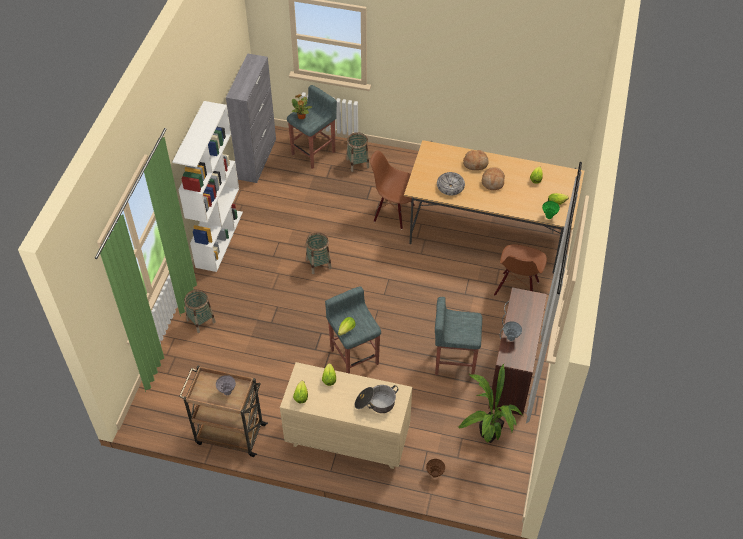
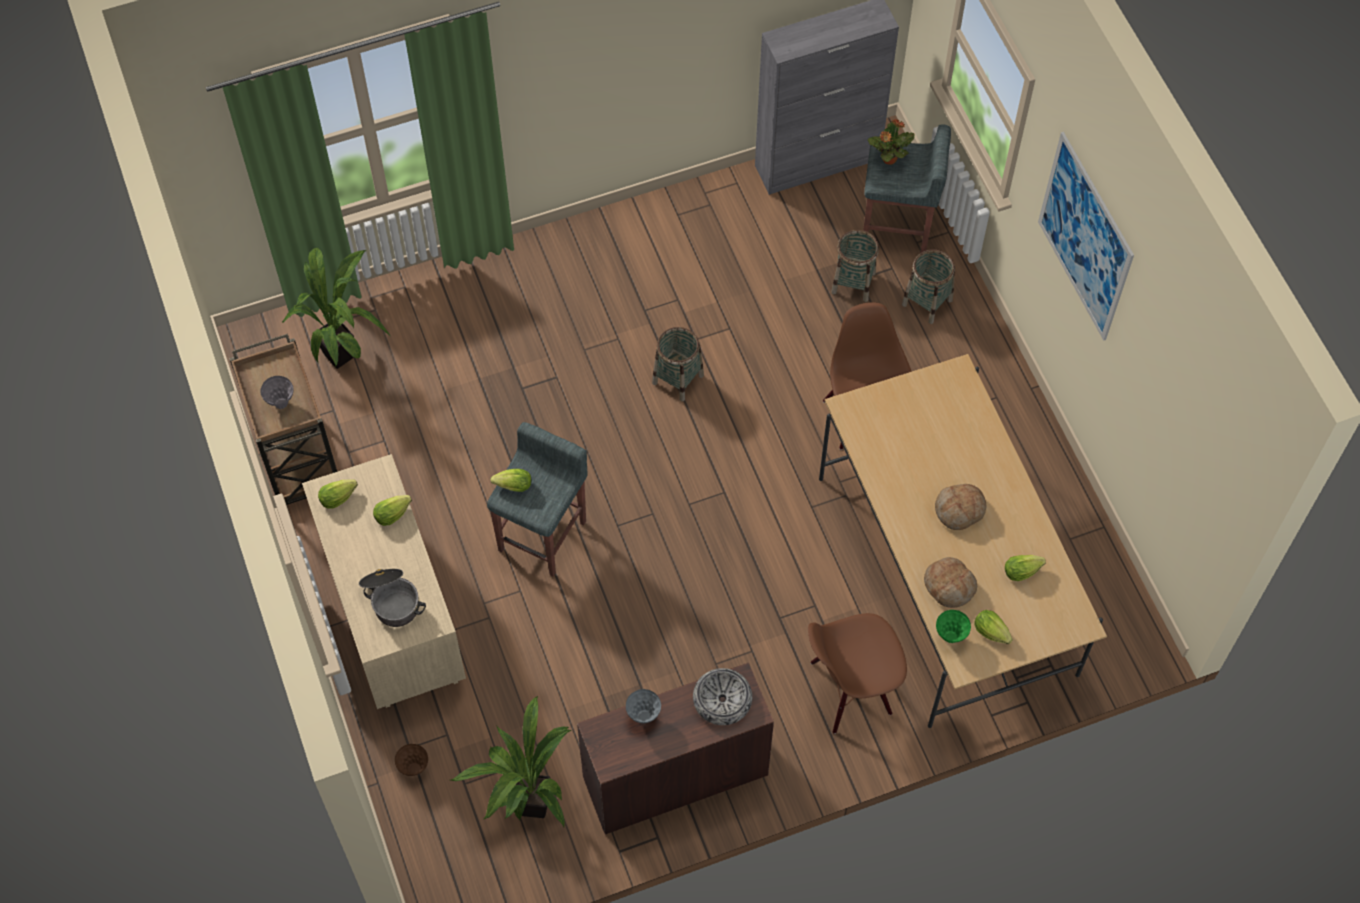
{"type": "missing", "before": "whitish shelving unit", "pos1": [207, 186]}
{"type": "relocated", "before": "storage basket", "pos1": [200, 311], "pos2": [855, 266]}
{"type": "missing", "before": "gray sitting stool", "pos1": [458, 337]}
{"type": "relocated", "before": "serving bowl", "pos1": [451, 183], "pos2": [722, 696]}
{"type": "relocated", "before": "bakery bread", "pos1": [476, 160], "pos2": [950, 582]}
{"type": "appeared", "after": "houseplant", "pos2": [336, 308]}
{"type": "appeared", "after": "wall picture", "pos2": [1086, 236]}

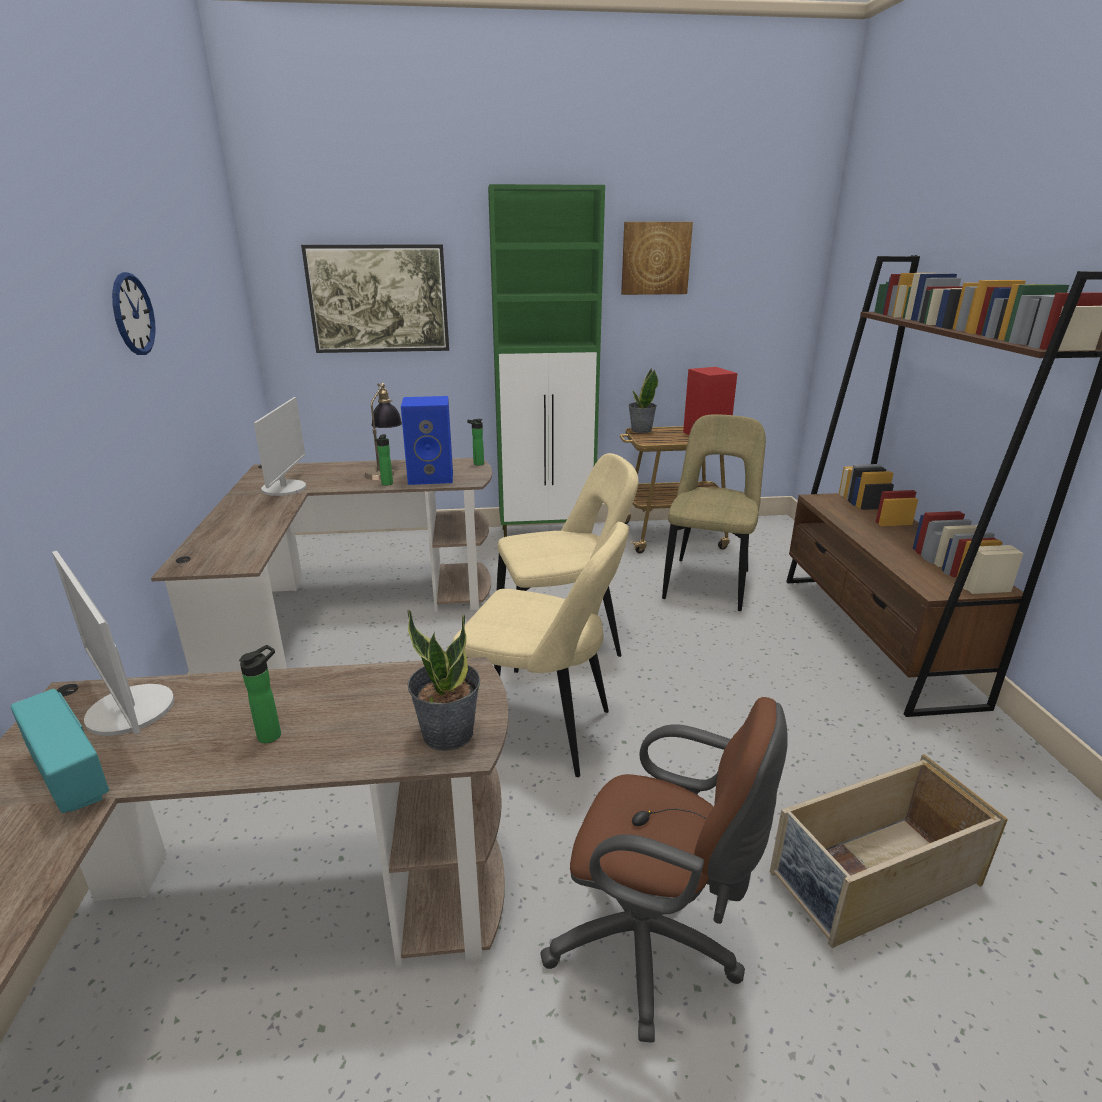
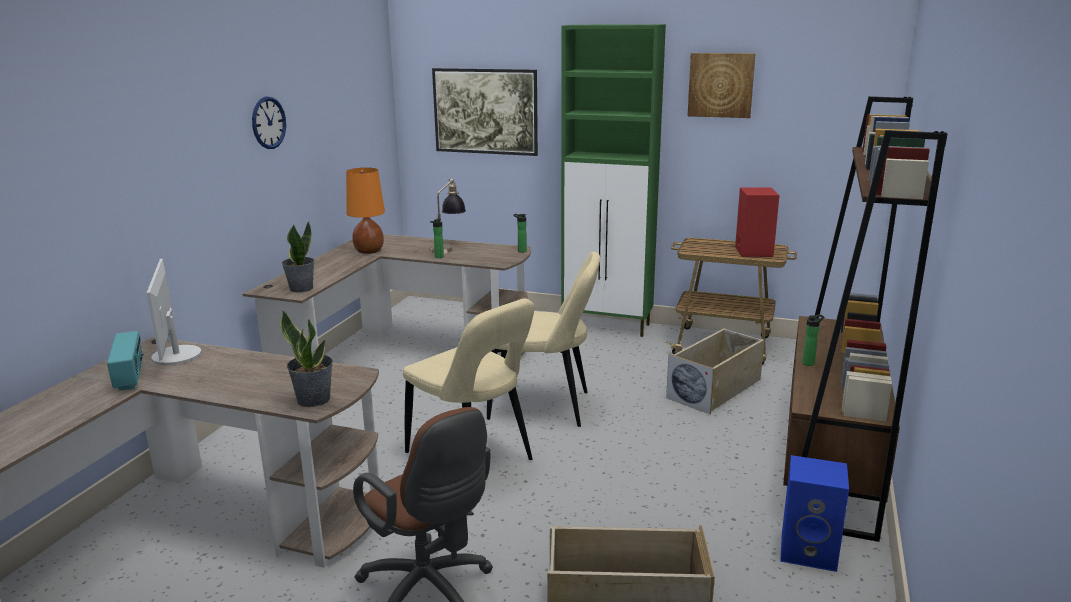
{"type": "relocated", "before": "drink bottle", "pos1": [260, 694], "pos2": [813, 340]}
{"type": "exchanged", "before": "monitor", "after": "orange tabletop lamp", "pos1": [280, 446], "pos2": [365, 211]}
{"type": "relocated", "before": "blue-coloured speaker", "pos1": [427, 440], "pos2": [814, 513]}
{"type": "relocated", "before": "houseplant", "pos1": [643, 400], "pos2": [298, 257]}
{"type": "exchanged", "before": "beige upright chair", "after": "beige storage container", "pos1": [714, 512], "pos2": [715, 371]}

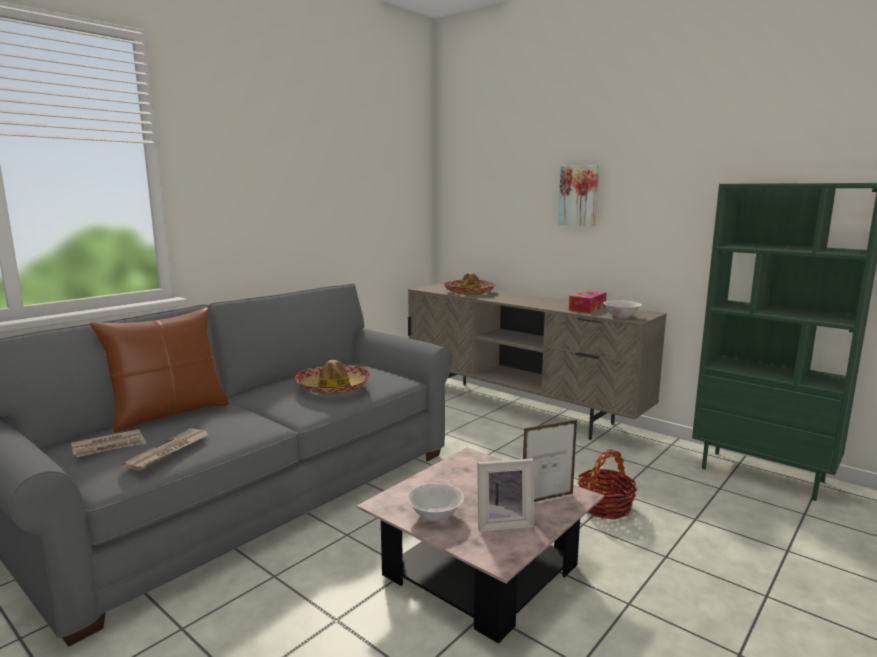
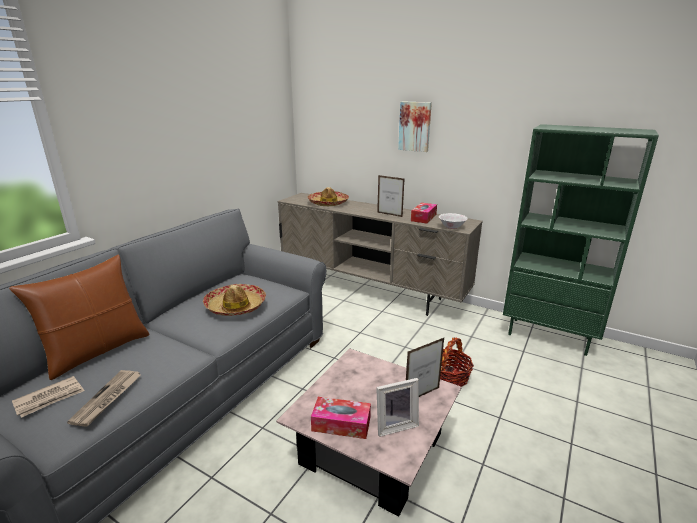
{"type": "exchanged", "before": "whitish serving bowl", "after": "tissue holder", "pos1": [435, 502], "pos2": [341, 418]}
{"type": "appeared", "after": "picture frame", "pos2": [390, 196]}

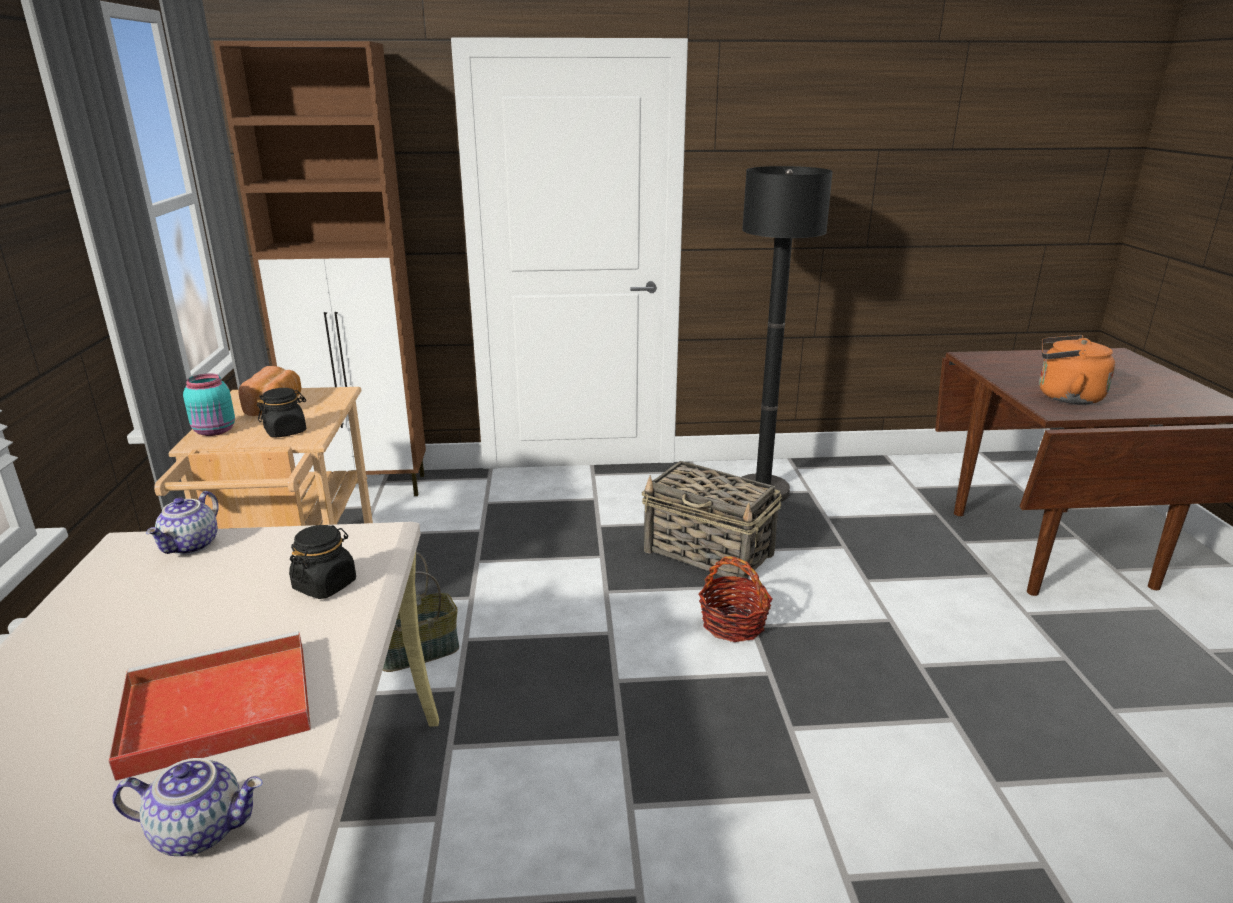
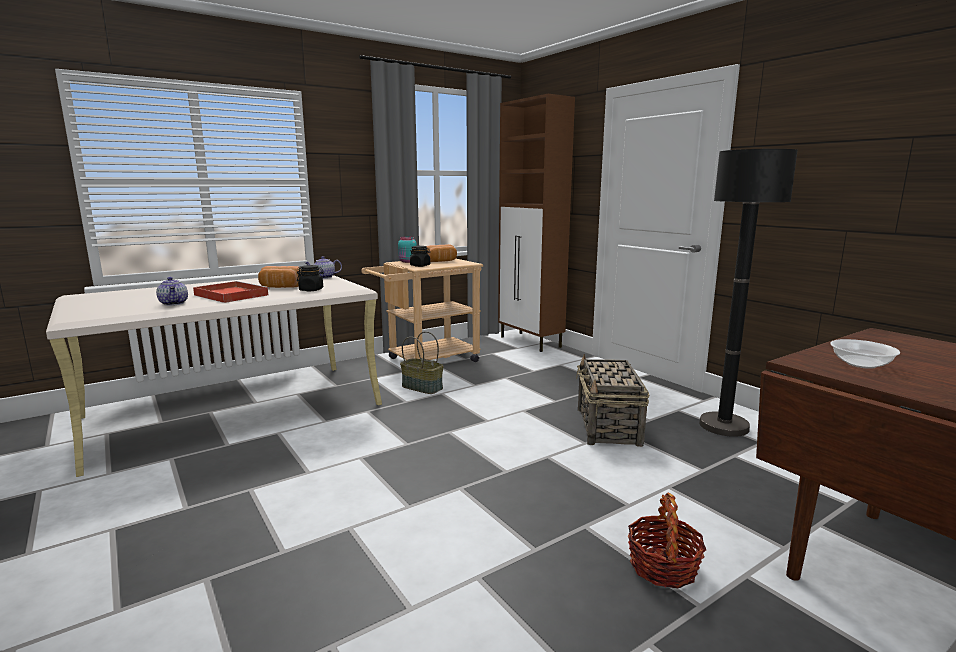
{"type": "relocated", "before": "storage basket", "pos1": [736, 599], "pos2": [667, 541]}
{"type": "exchanged", "before": "orange kettle", "after": "serving bowl", "pos1": [1077, 369], "pos2": [865, 354]}
{"type": "appeared", "after": "bakery bread", "pos2": [279, 277]}

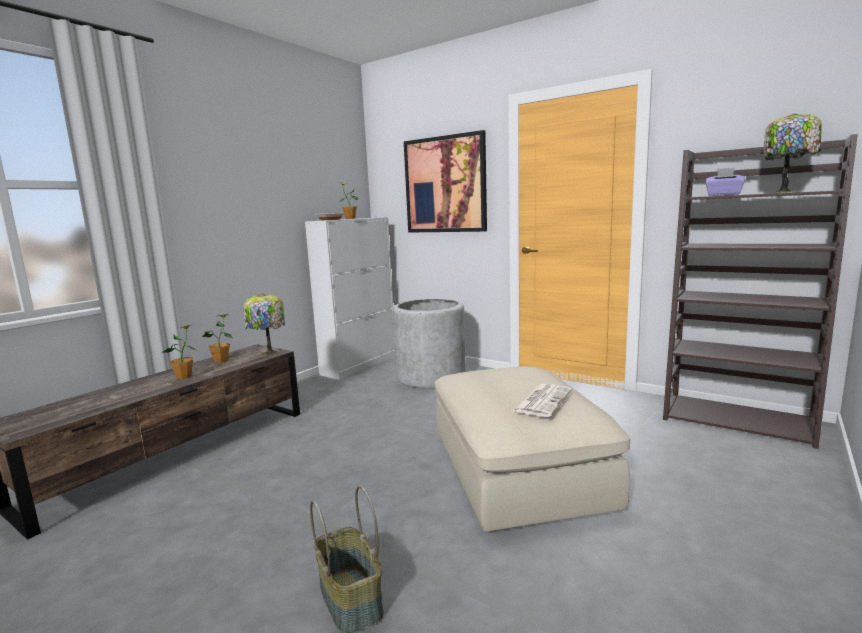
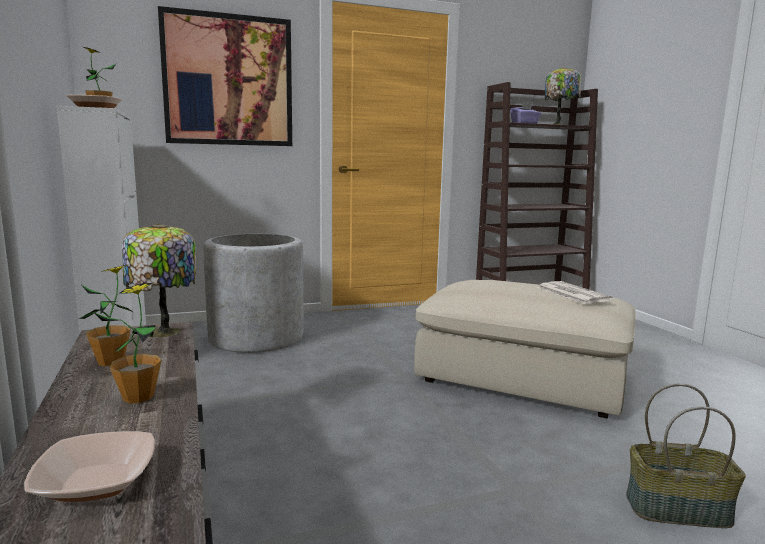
{"type": "appeared", "after": "serving bowl", "pos2": [89, 466]}

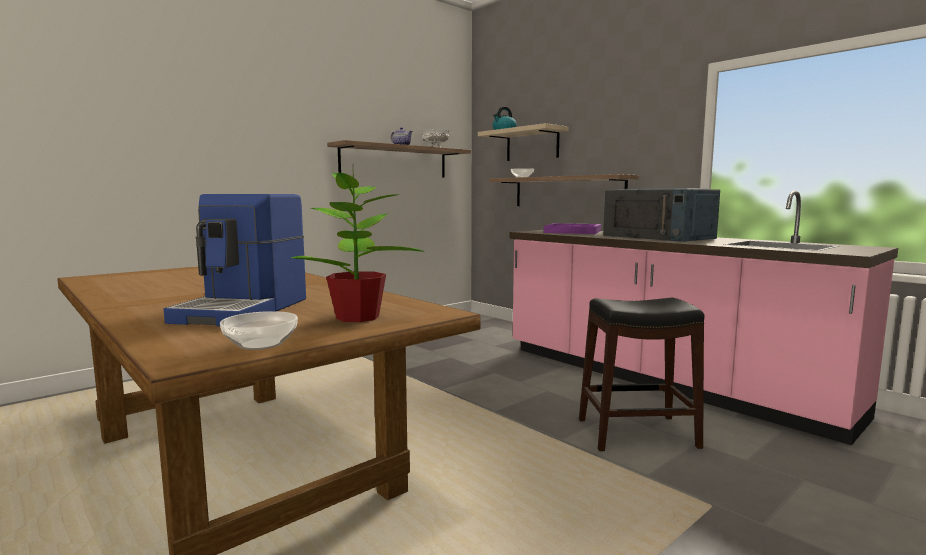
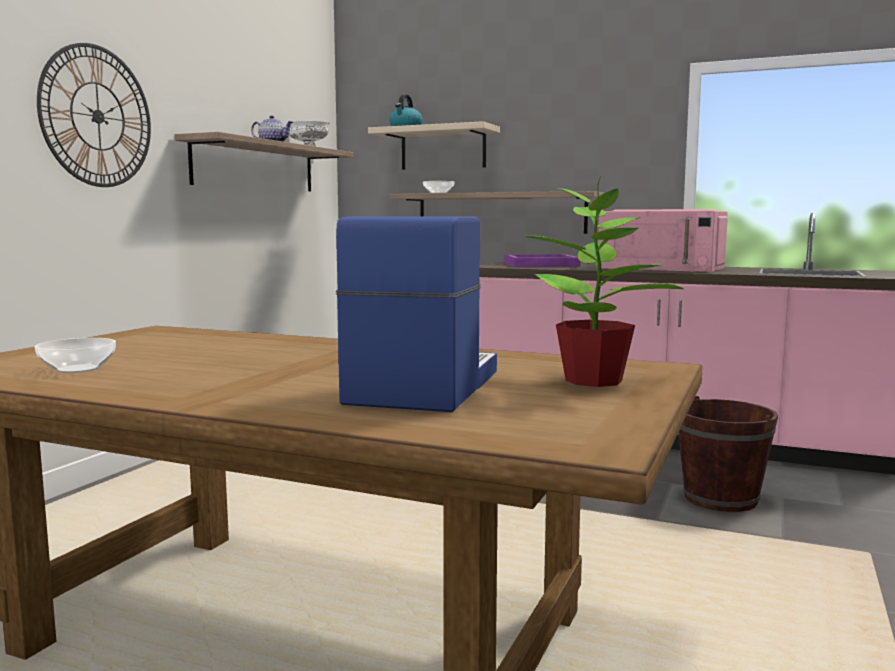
{"type": "spun", "before": "coffee brewer", "pos1": [235, 260], "pos2": [416, 314], "turn": -150}
{"type": "relocated", "before": "serving bowl", "pos1": [259, 330], "pos2": [75, 355]}
{"type": "exchanged", "before": "blackish sitting stool", "after": "brown water bucket", "pos1": [641, 374], "pos2": [728, 454]}
{"type": "colour", "before": "blue-coloured microwave", "after": "pinkish microwave", "pos1": [661, 215], "pos2": [663, 240]}
{"type": "appeared", "after": "clock on the wall", "pos2": [94, 115]}

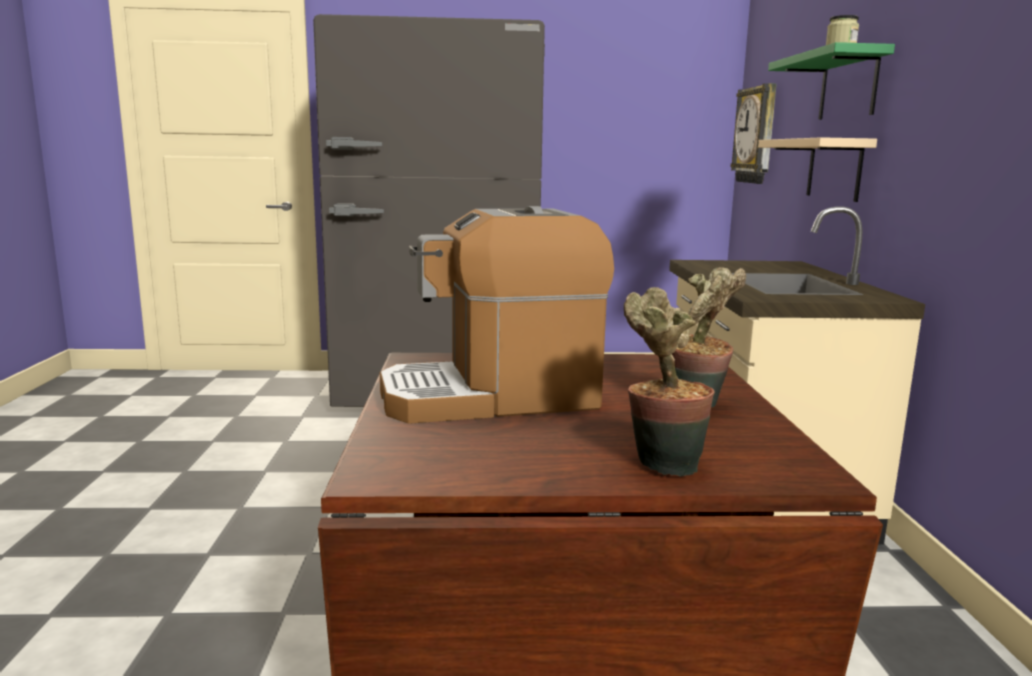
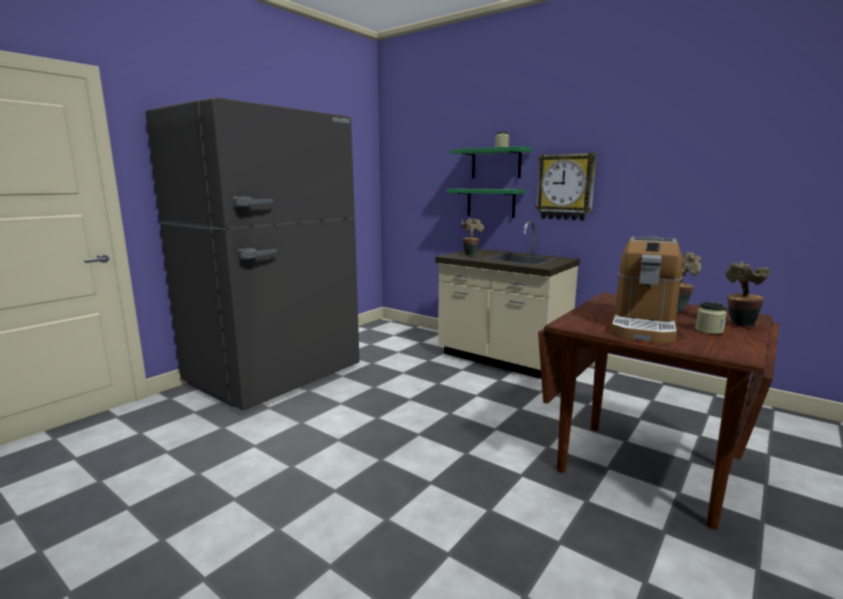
{"type": "relocated", "before": "clock on the wall", "pos1": [753, 133], "pos2": [566, 187]}
{"type": "colour", "before": "beige wall shelf", "after": "green wall shelf", "pos1": [817, 169], "pos2": [486, 203]}
{"type": "appeared", "after": "houseplant", "pos2": [472, 237]}
{"type": "appeared", "after": "jar", "pos2": [711, 318]}

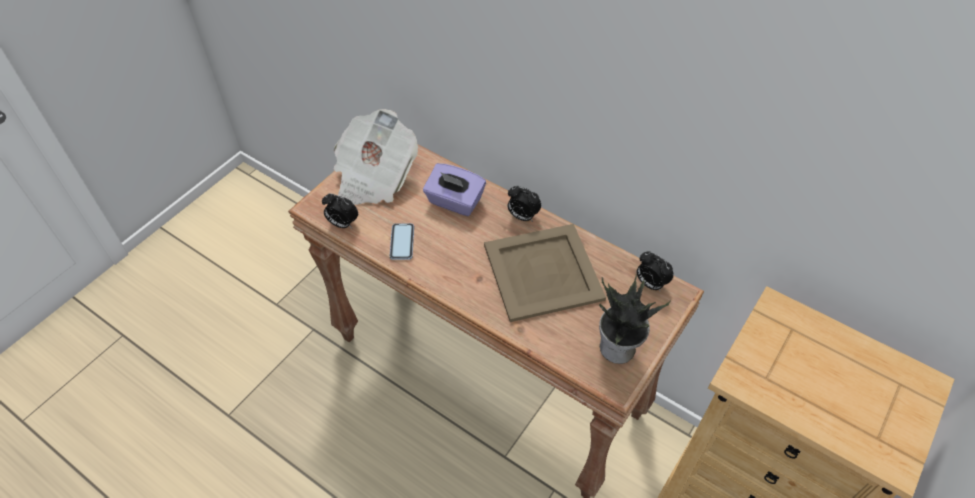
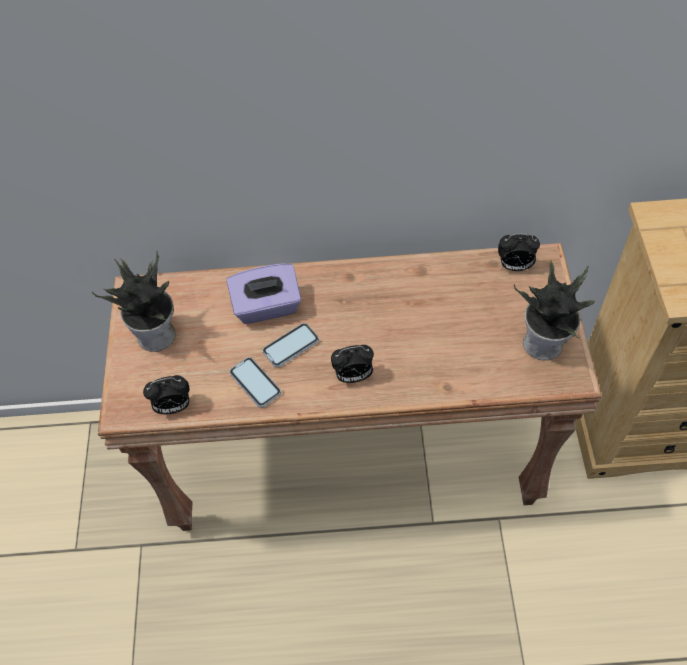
{"type": "exchanged", "before": "printed paper", "after": "houseplant", "pos1": [376, 157], "pos2": [134, 302]}
{"type": "missing", "before": "beige tray", "pos1": [545, 273]}
{"type": "relocated", "before": "table clock", "pos1": [524, 204], "pos2": [352, 364]}
{"type": "appeared", "after": "telephone", "pos2": [290, 345]}

